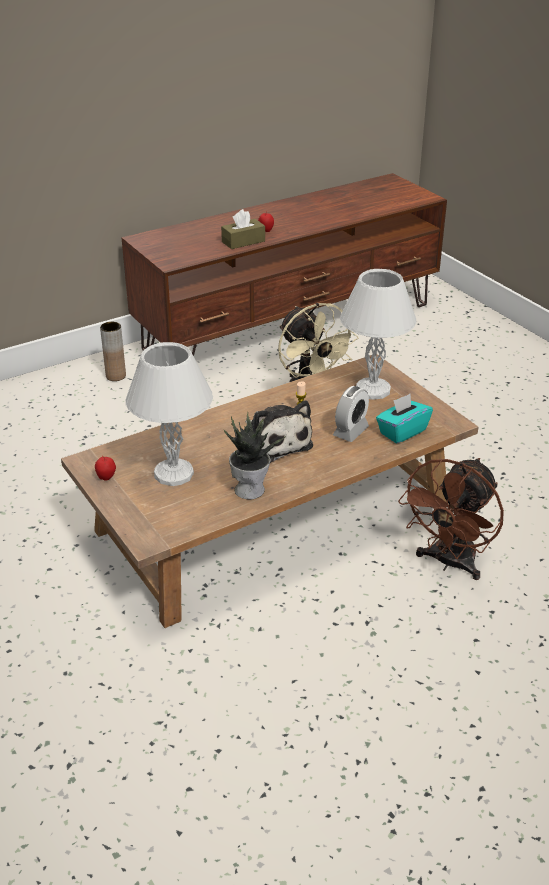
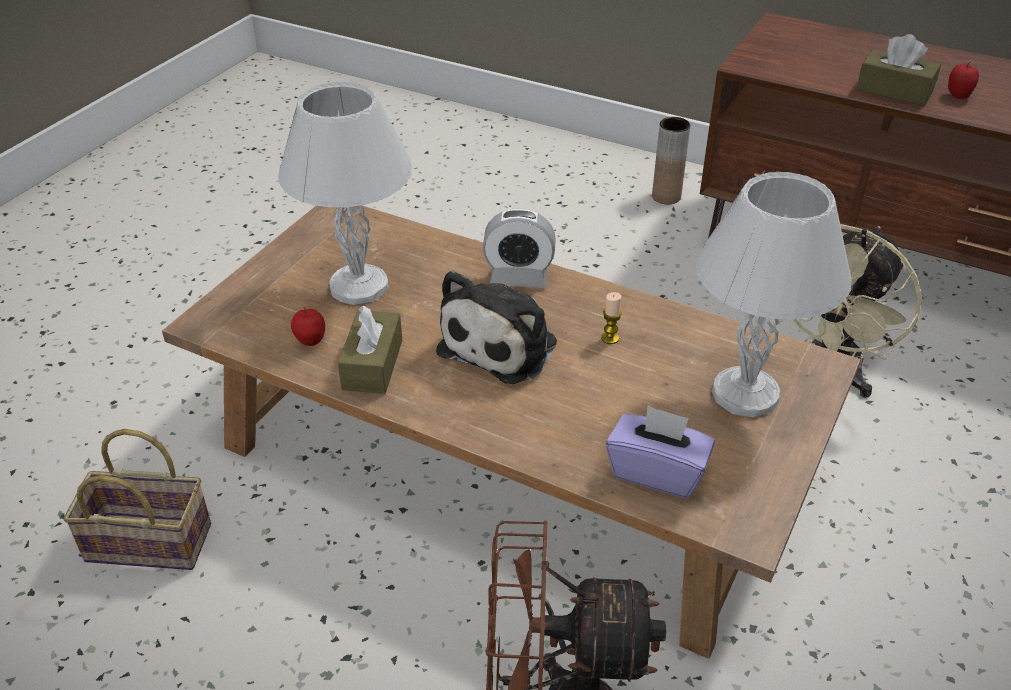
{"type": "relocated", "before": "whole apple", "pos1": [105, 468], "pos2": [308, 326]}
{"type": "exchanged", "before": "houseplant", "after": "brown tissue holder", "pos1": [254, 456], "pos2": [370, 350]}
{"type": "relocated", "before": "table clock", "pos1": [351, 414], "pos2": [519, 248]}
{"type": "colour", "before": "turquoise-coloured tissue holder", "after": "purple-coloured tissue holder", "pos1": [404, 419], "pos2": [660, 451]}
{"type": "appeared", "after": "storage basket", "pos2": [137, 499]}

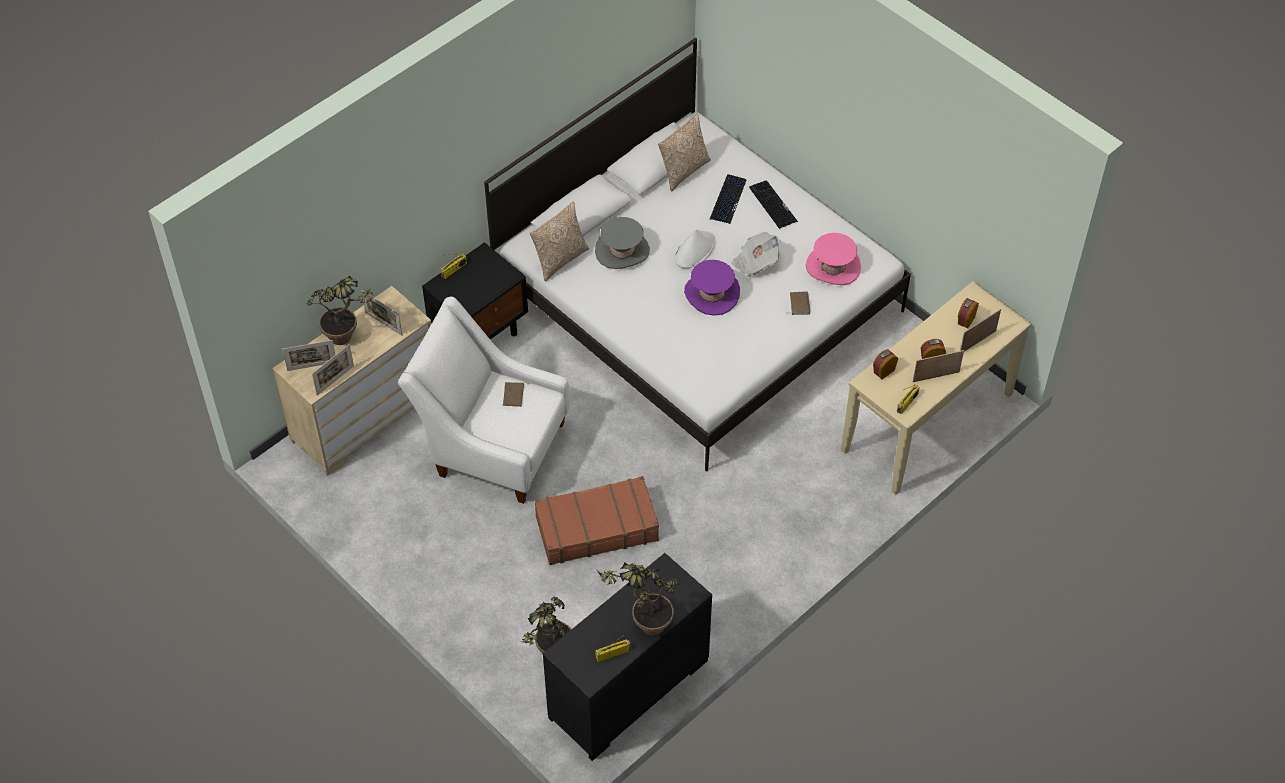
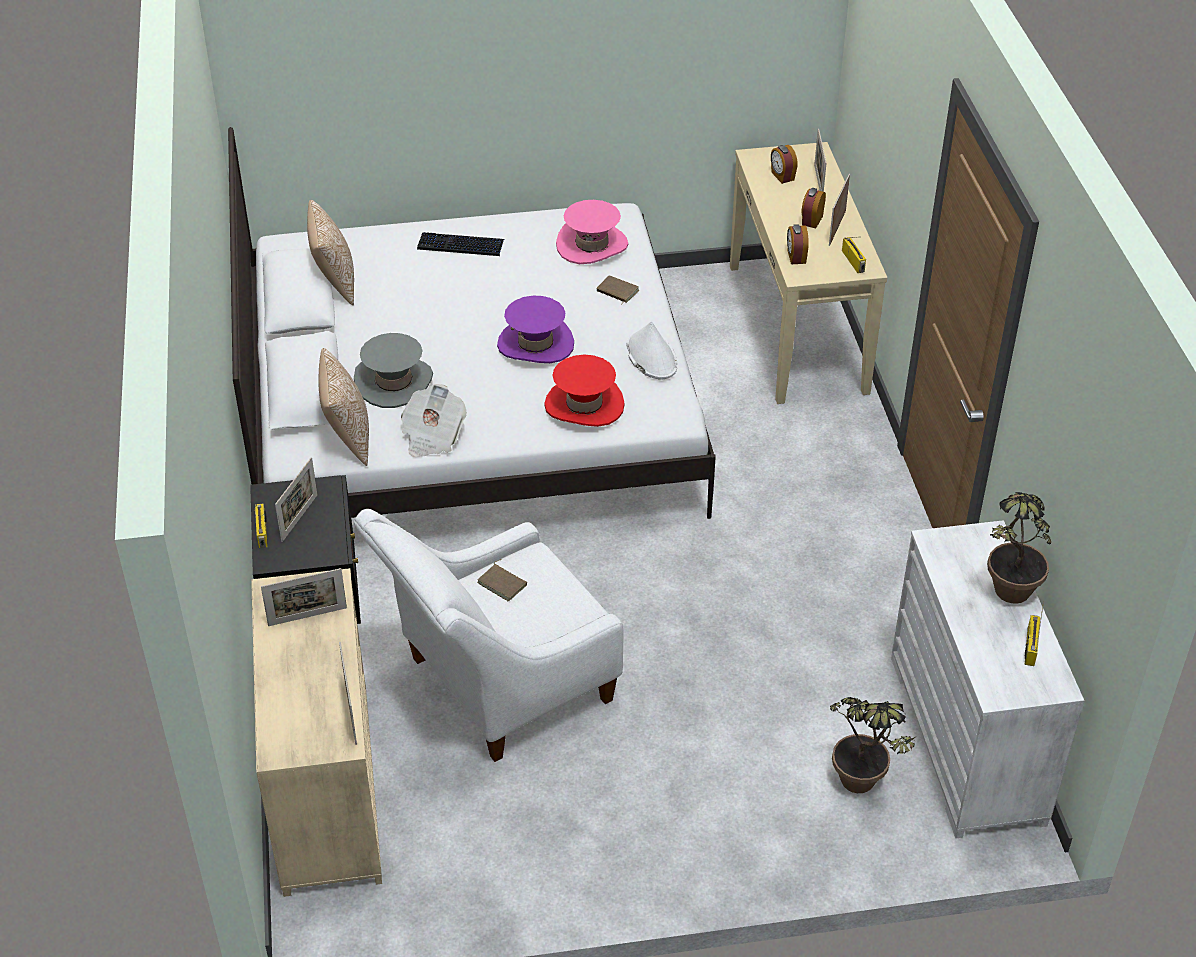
{"type": "relocated", "before": "picture frame", "pos1": [308, 355], "pos2": [296, 499]}
{"type": "missing", "before": "houseplant", "pos1": [339, 310]}
{"type": "missing", "before": "brown suitcase", "pos1": [597, 520]}
{"type": "colour", "before": "blackish drawer chest", "after": "whitish drawer chest", "pos1": [627, 657], "pos2": [988, 679]}
{"type": "relocated", "before": "whitish clothing hat", "pos1": [695, 249], "pos2": [652, 350]}
{"type": "missing", "before": "computer keyboard", "pos1": [728, 199]}
{"type": "relocated", "before": "printed paper", "pos1": [756, 254], "pos2": [434, 420]}
{"type": "appeared", "after": "reddish clothing hat", "pos2": [584, 391]}

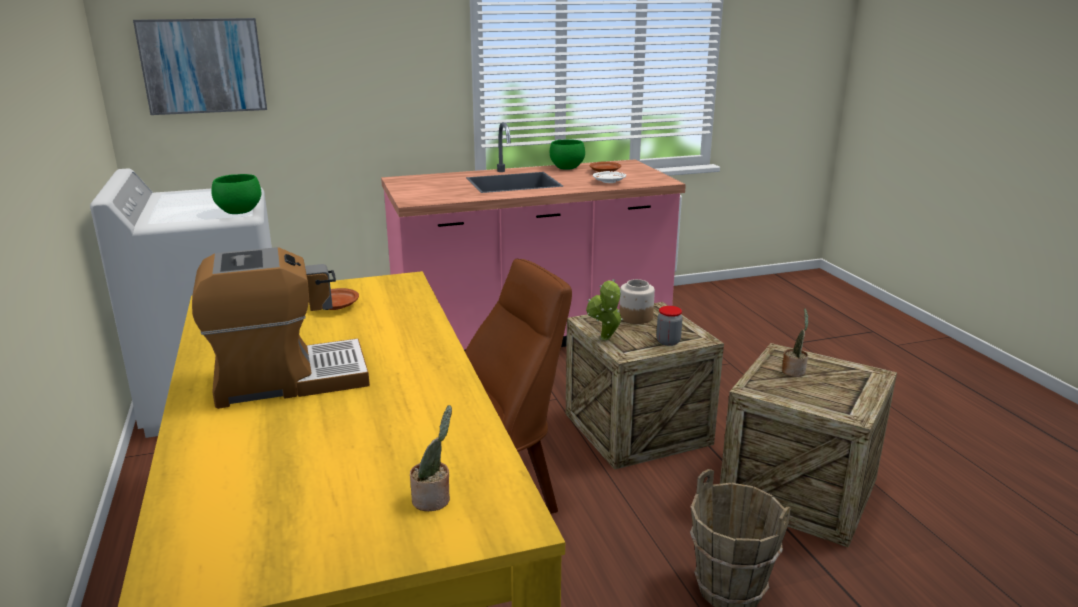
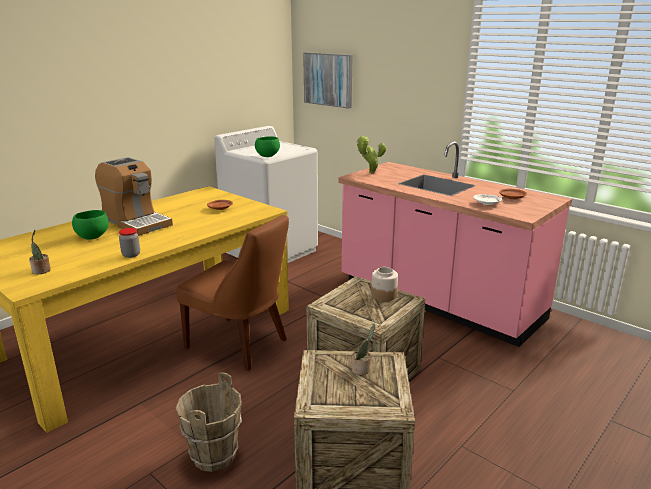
{"type": "relocated", "before": "green serving bowl", "pos1": [567, 154], "pos2": [90, 225]}
{"type": "relocated", "before": "houseplant", "pos1": [604, 309], "pos2": [371, 154]}
{"type": "relocated", "before": "jar", "pos1": [669, 326], "pos2": [129, 243]}

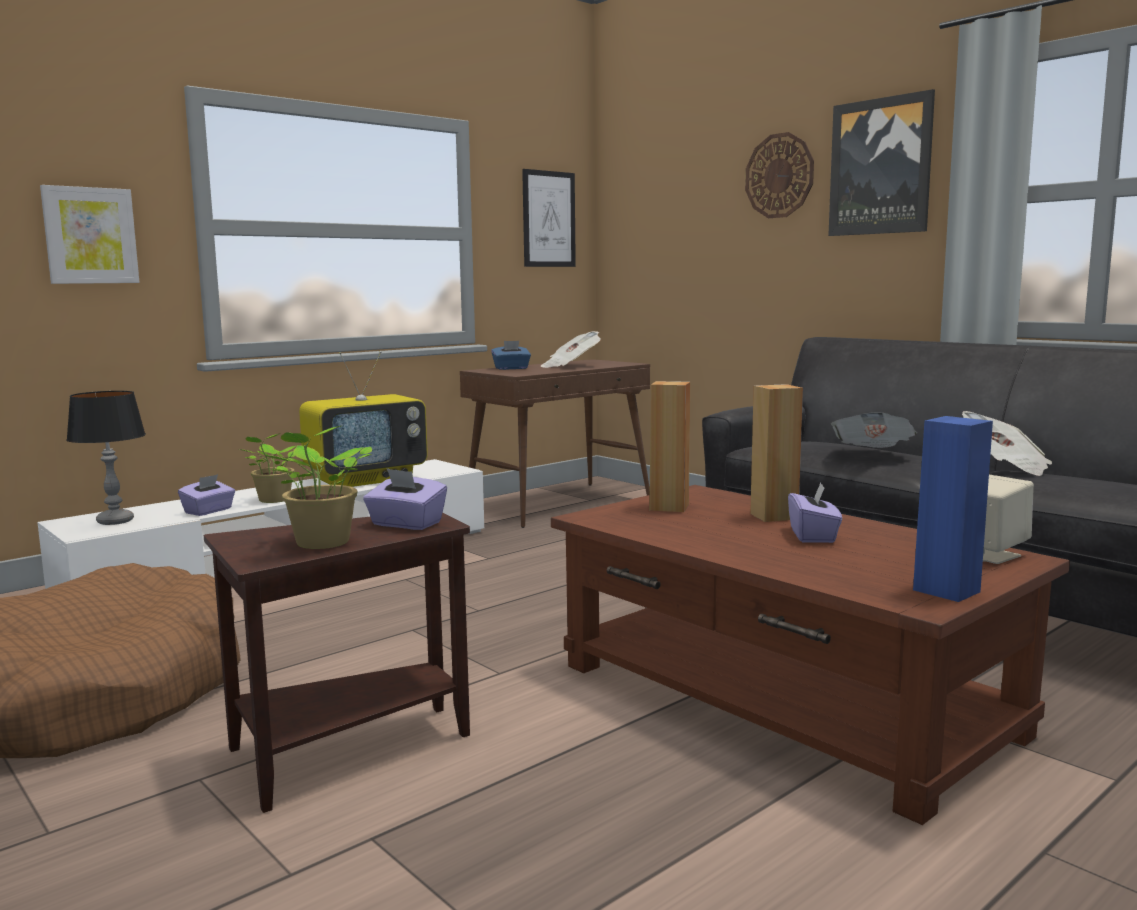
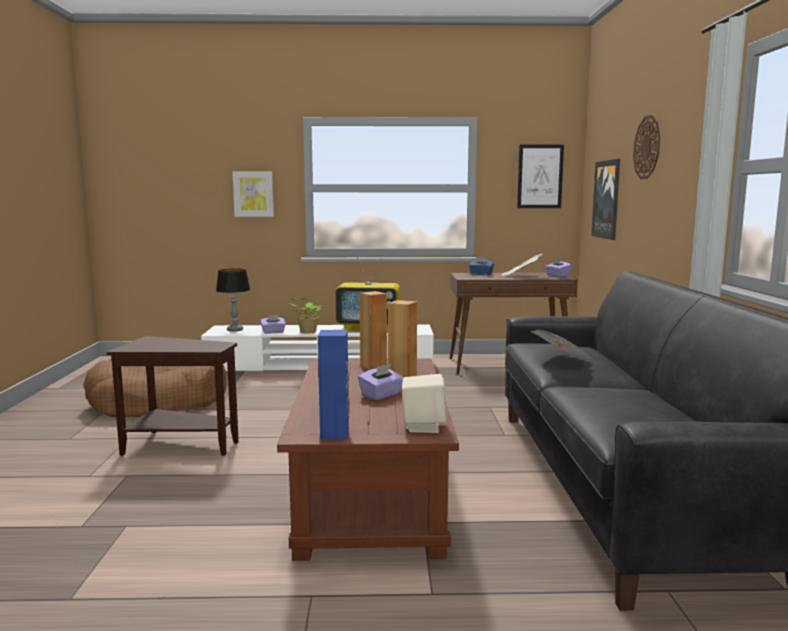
{"type": "missing", "before": "houseplant", "pos1": [318, 487]}
{"type": "relocated", "before": "purple-coloured tissue holder", "pos1": [405, 499], "pos2": [558, 267]}
{"type": "relocated", "before": "wall picture", "pos1": [881, 162], "pos2": [605, 199]}
{"type": "missing", "before": "printed paper", "pos1": [1007, 443]}

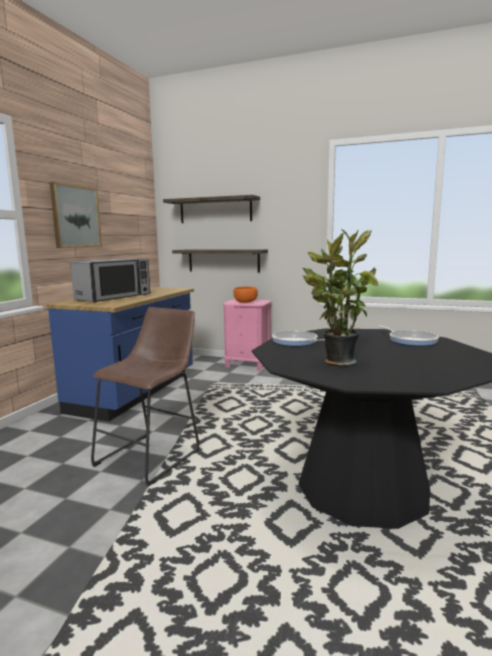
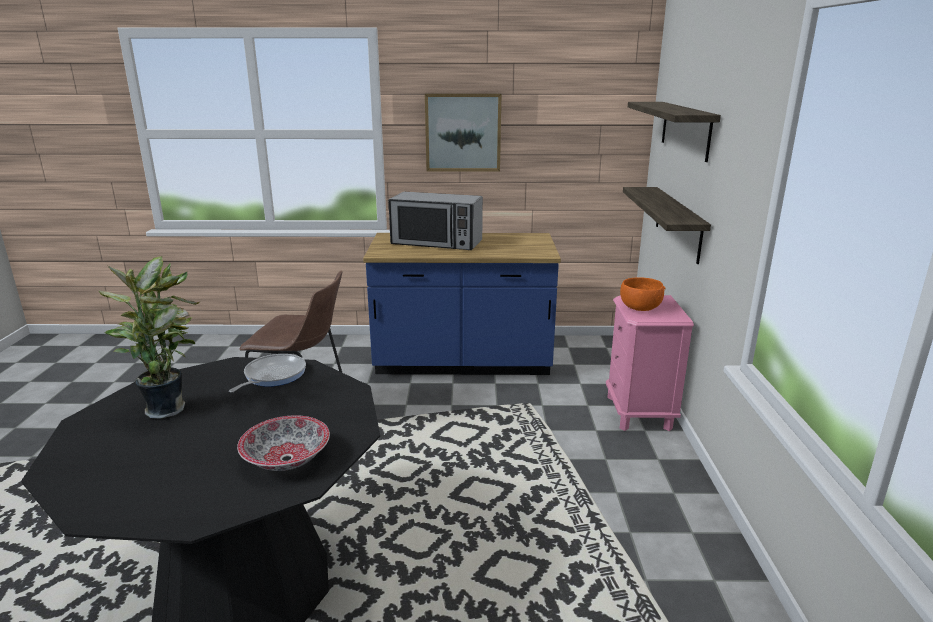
{"type": "exchanged", "before": "skillet", "after": "serving bowl", "pos1": [408, 336], "pos2": [283, 443]}

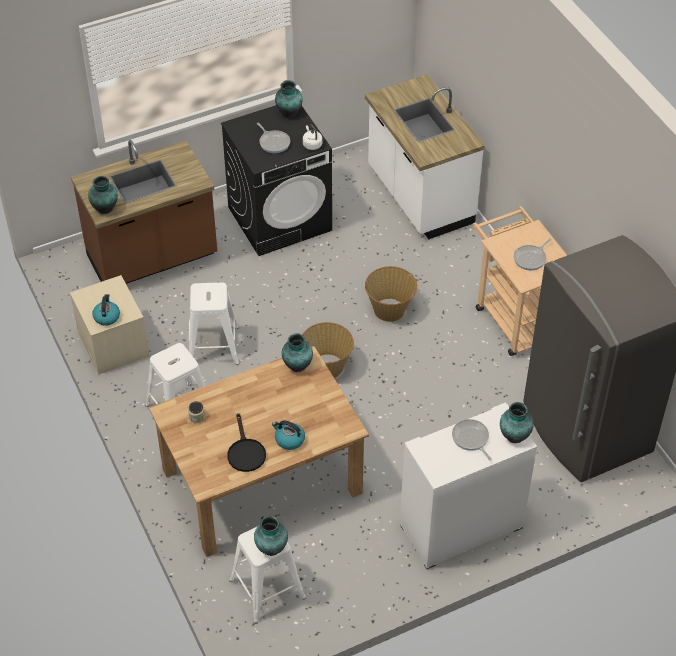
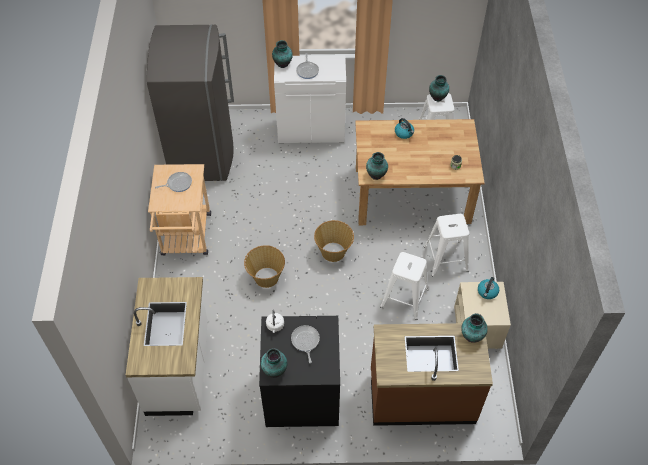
{"type": "missing", "before": "blackish skillet", "pos1": [246, 442]}

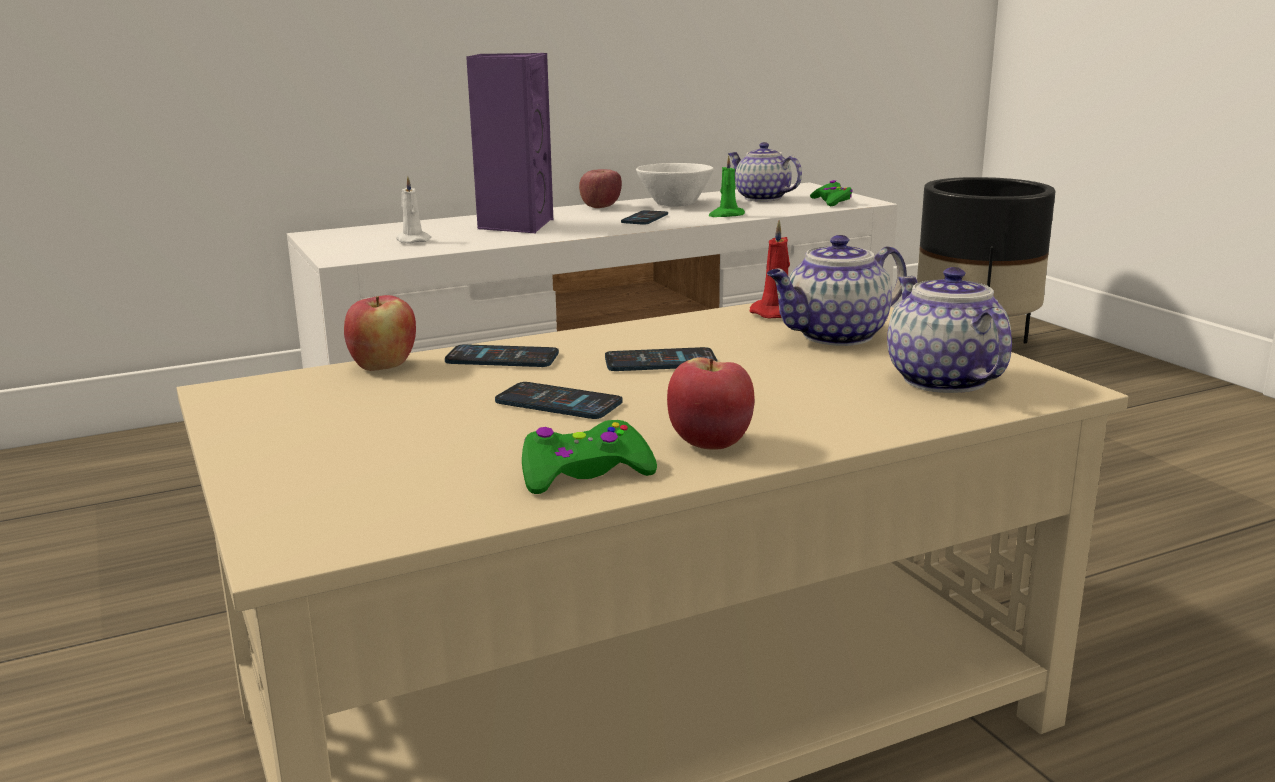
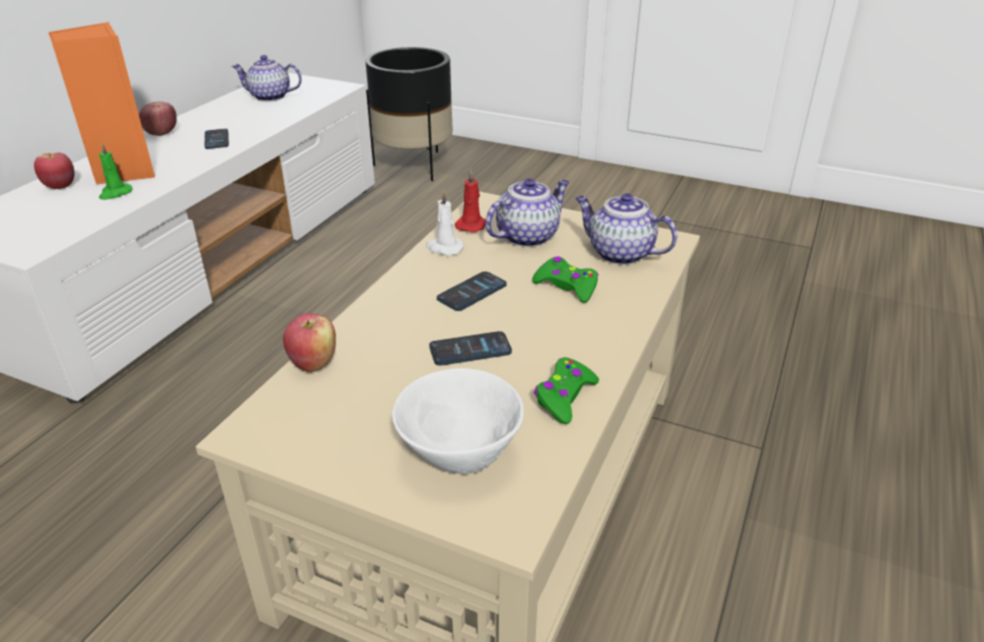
{"type": "relocated", "before": "whitish candle", "pos1": [413, 209], "pos2": [445, 222]}
{"type": "missing", "before": "telephone", "pos1": [502, 355]}
{"type": "colour", "before": "purple-coloured speaker", "after": "orange speaker", "pos1": [509, 143], "pos2": [102, 103]}
{"type": "relocated", "before": "whitish serving bowl", "pos1": [675, 185], "pos2": [458, 421]}
{"type": "relocated", "before": "whole apple", "pos1": [710, 403], "pos2": [54, 171]}
{"type": "relocated", "before": "green candle", "pos1": [726, 186], "pos2": [116, 171]}
{"type": "spun", "before": "teapot", "pos1": [837, 290], "pos2": [527, 212], "turn": -150}
{"type": "relocated", "before": "green joypad", "pos1": [831, 193], "pos2": [565, 279]}

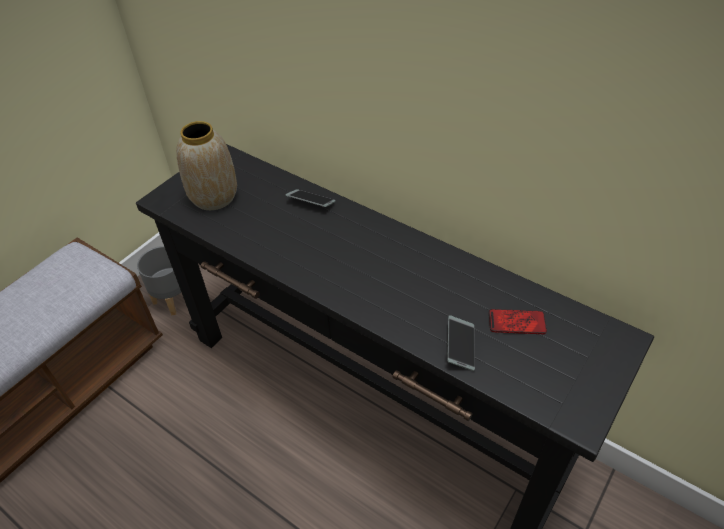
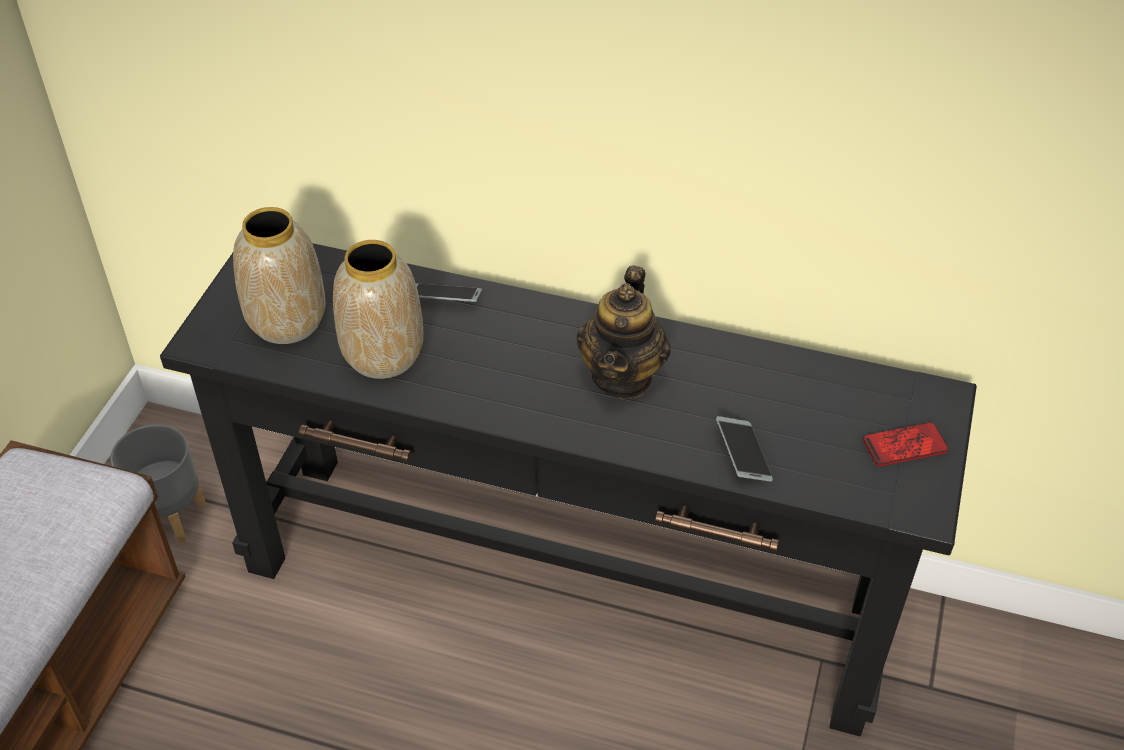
{"type": "relocated", "before": "telephone", "pos1": [518, 321], "pos2": [905, 444]}
{"type": "appeared", "after": "flower vase", "pos2": [378, 309]}
{"type": "appeared", "after": "teapot", "pos2": [623, 332]}

